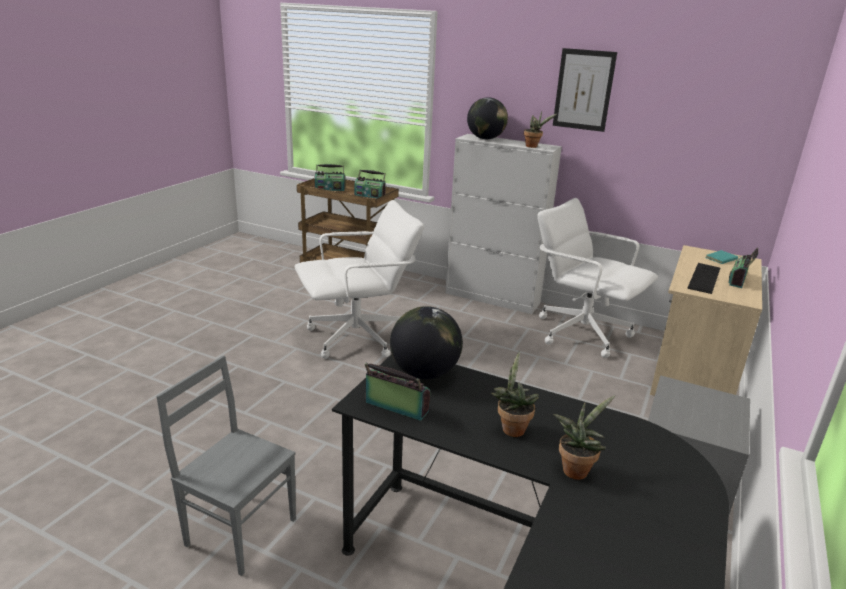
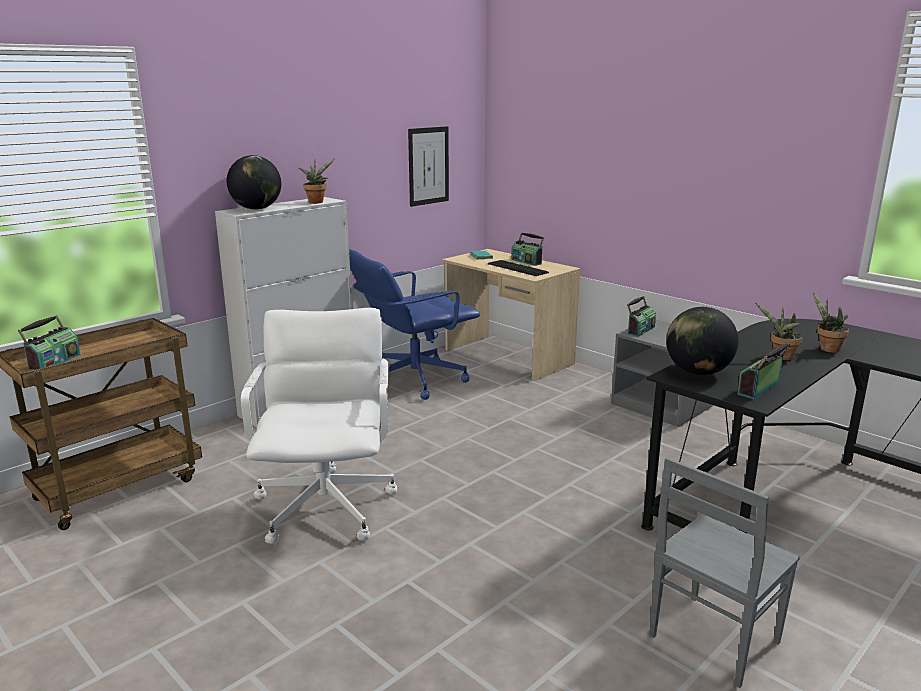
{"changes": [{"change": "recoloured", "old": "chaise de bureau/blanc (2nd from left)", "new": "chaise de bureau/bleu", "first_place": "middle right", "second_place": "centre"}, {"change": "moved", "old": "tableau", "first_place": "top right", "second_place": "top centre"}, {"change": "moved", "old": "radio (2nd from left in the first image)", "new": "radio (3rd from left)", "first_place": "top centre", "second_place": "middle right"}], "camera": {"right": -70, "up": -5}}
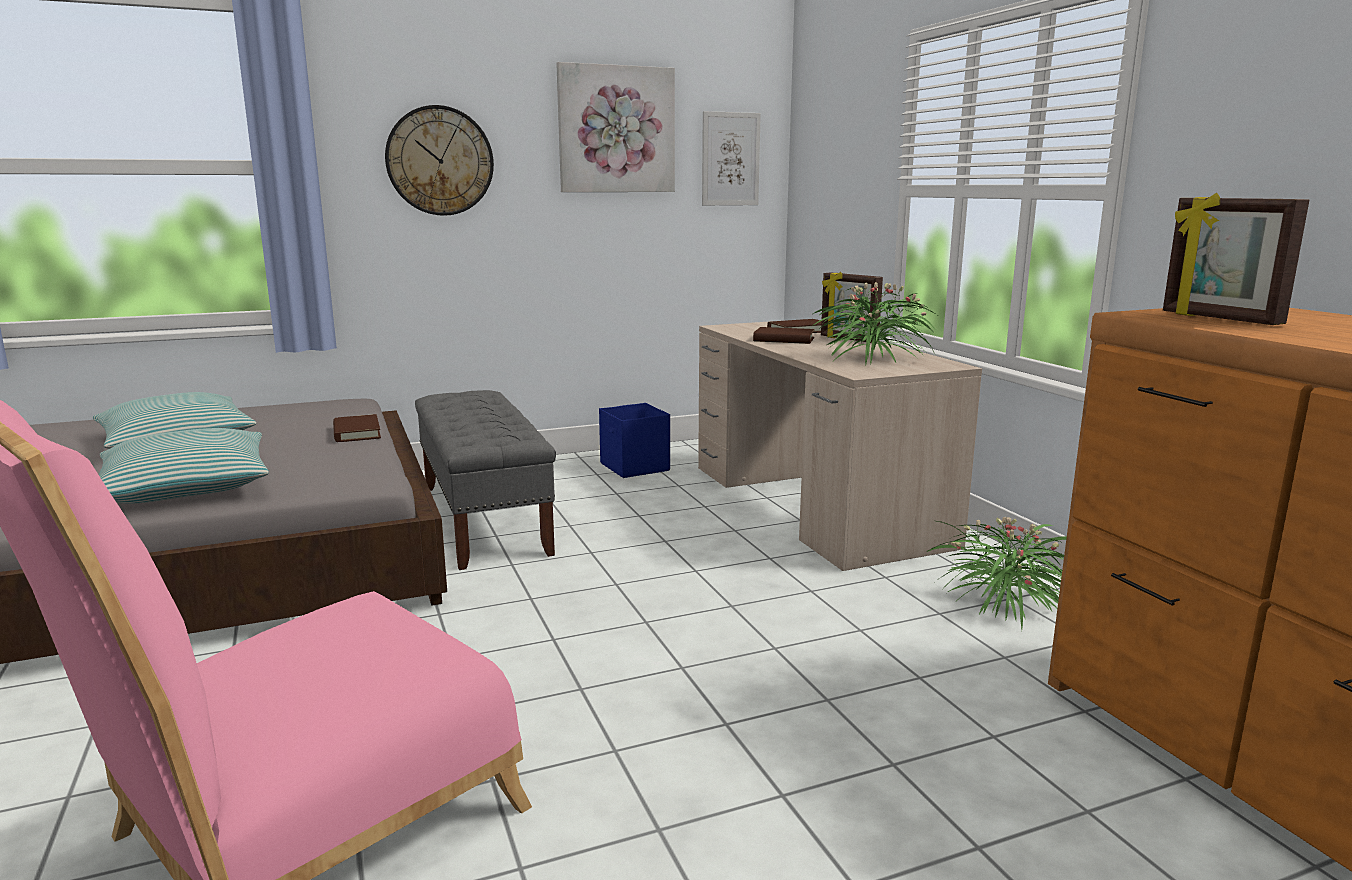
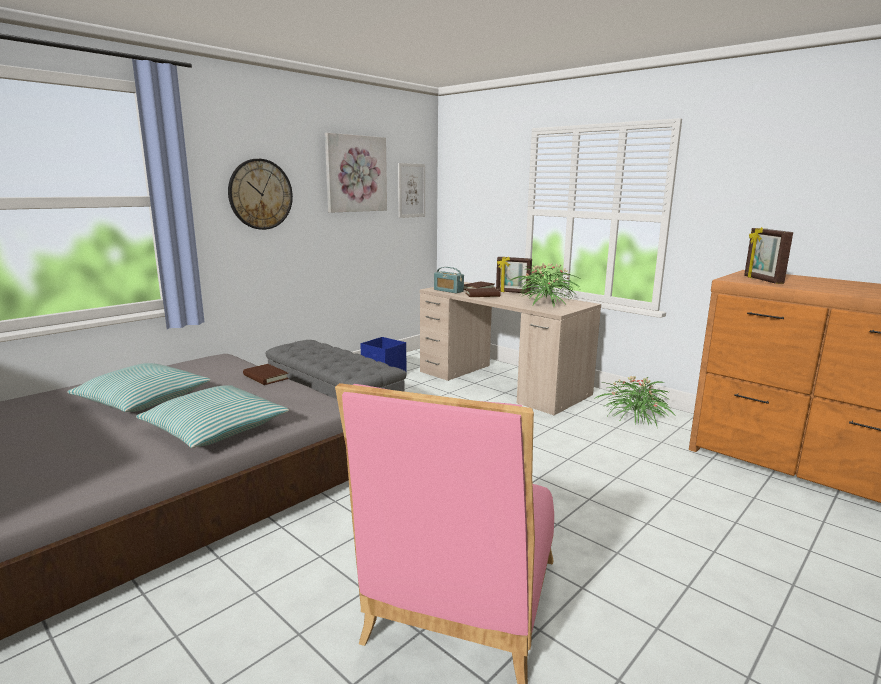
{"changes": [{"change": "added", "new": "radio", "second_place": "centre"}, {"change": "turned", "old": "cadre photo (2nd from left)", "first_place": "top right", "second_place": "middle right", "degrees": 45}], "camera": {"right": -25, "up": 0}}
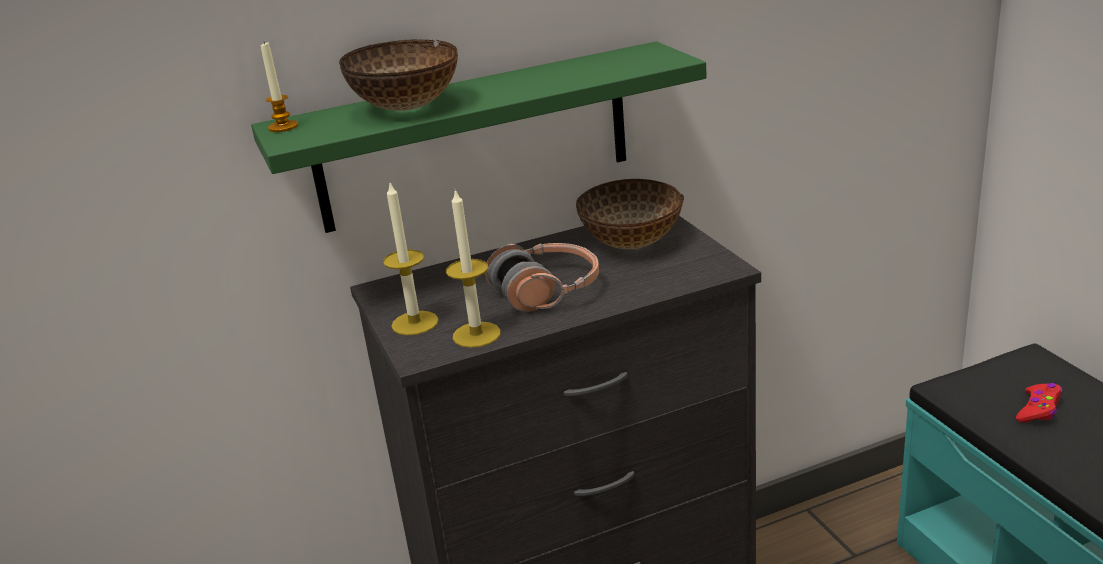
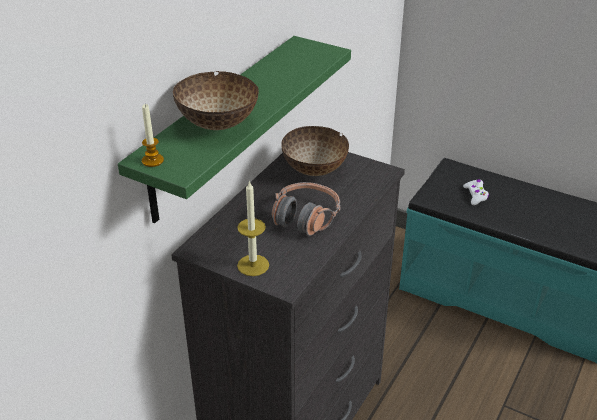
{"changes": [{"change": "recoloured", "old": "manette/rouge", "new": "manette/blanc", "first_place": "bottom right", "second_place": "middle right"}, {"change": "removed", "old": "bougie (3rd from left)", "first_place": "centre"}], "camera": {"right": -40, "up": 10}}
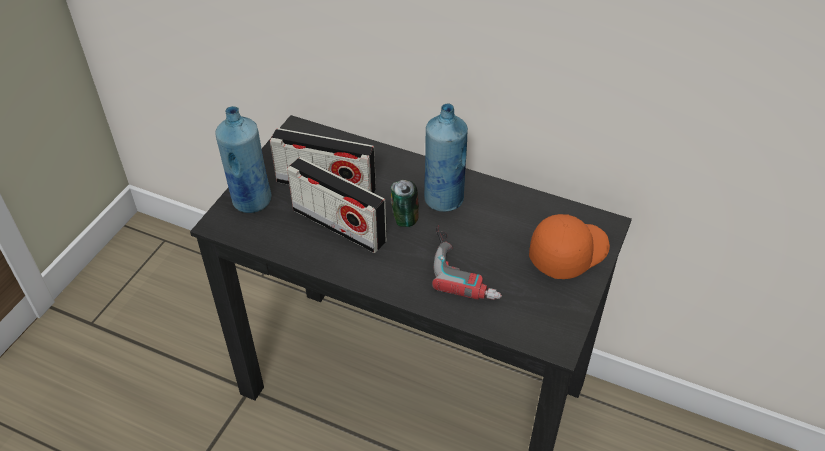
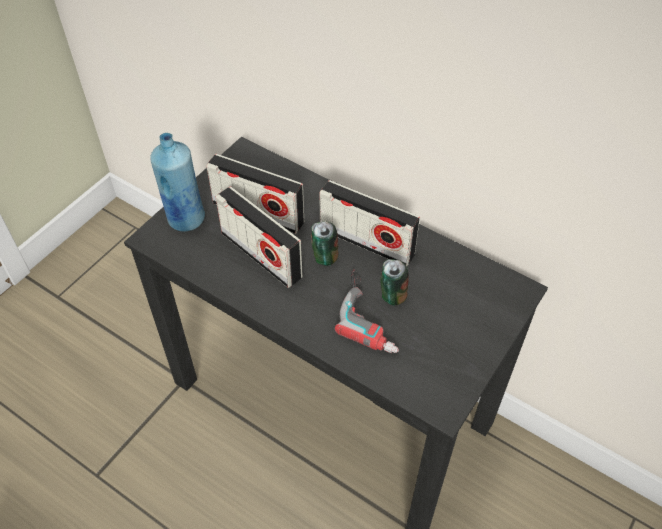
{"changes": [{"change": "replaced", "old": "bouteille/bleu (2nd from left)", "new": "radio (3rd from left)", "first_place": "centre", "second_place": "centre"}, {"change": "added", "new": "boîte métallique (2nd from left)", "second_place": "centre"}, {"change": "removed", "old": "casquette/orange", "first_place": "middle right"}], "camera": {"right": 10, "up": 5}}
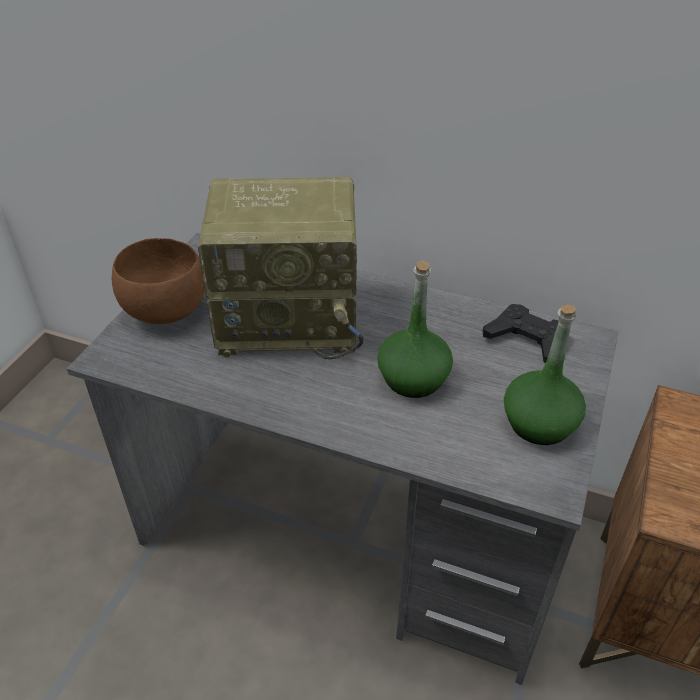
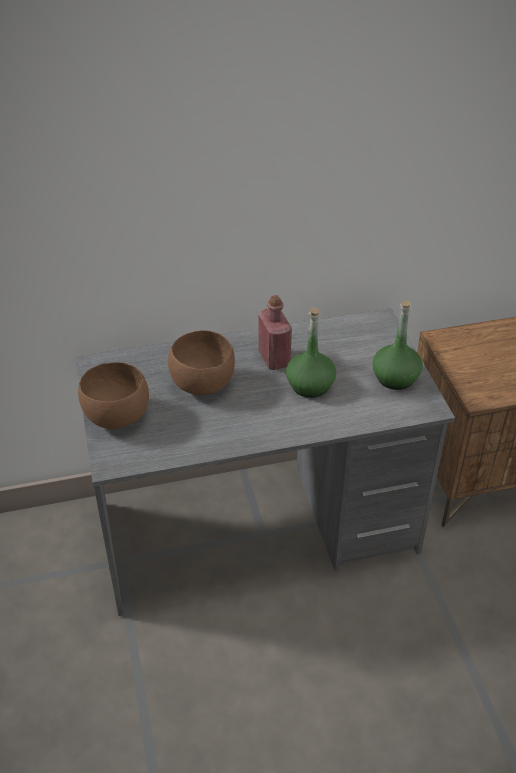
{"changes": [{"change": "replaced", "old": "radio", "new": "bol/marron (2nd from left)", "first_place": "centre", "second_place": "centre"}, {"change": "added", "new": "bouteille/rouge", "second_place": "centre"}, {"change": "removed", "old": "manette/noir", "first_place": "middle right"}], "camera": {"right": -35, "up": 0}}
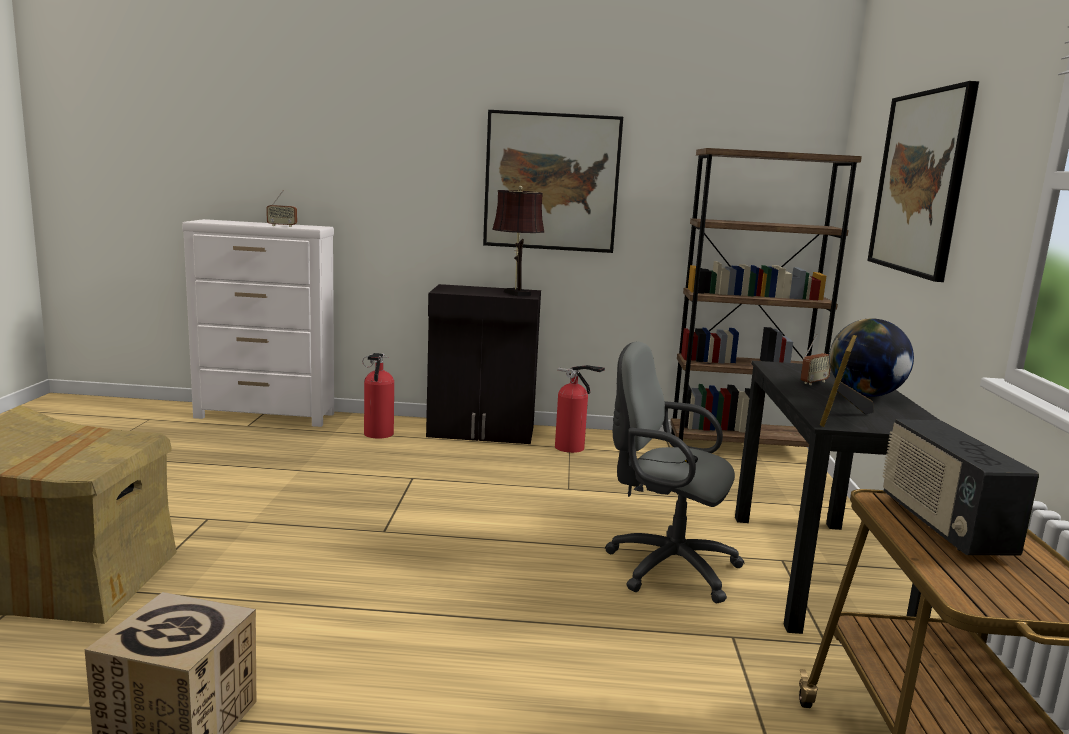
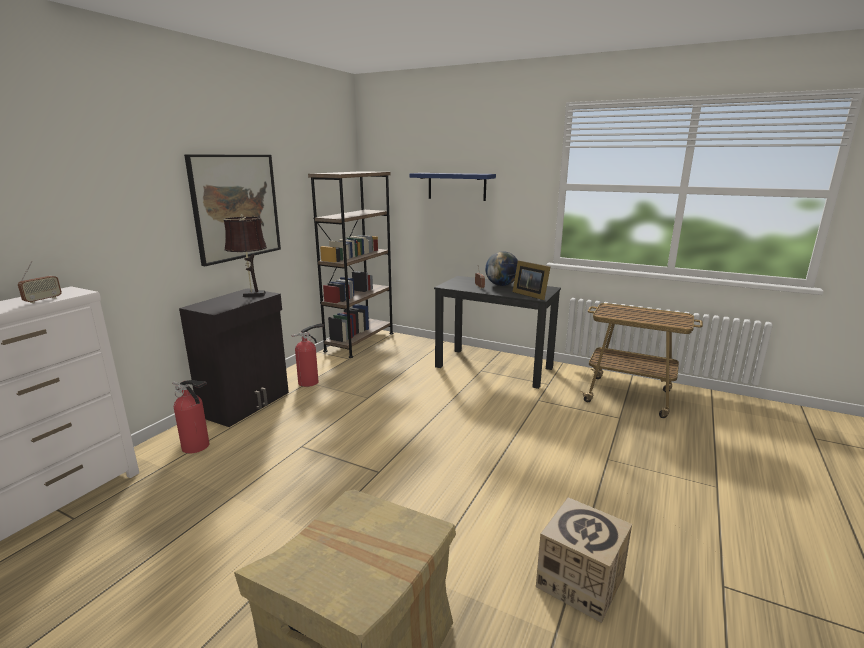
{"changes": [{"change": "replaced", "old": "tableau (2nd from left)", "new": "étagère/bleu", "first_place": "top right", "second_place": "top centre"}, {"change": "removed", "old": "chaise de bureau/gris", "first_place": "centre"}, {"change": "removed", "old": "radio (3rd from left)", "first_place": "middle right"}], "camera": {"right": -65, "up": 5}}
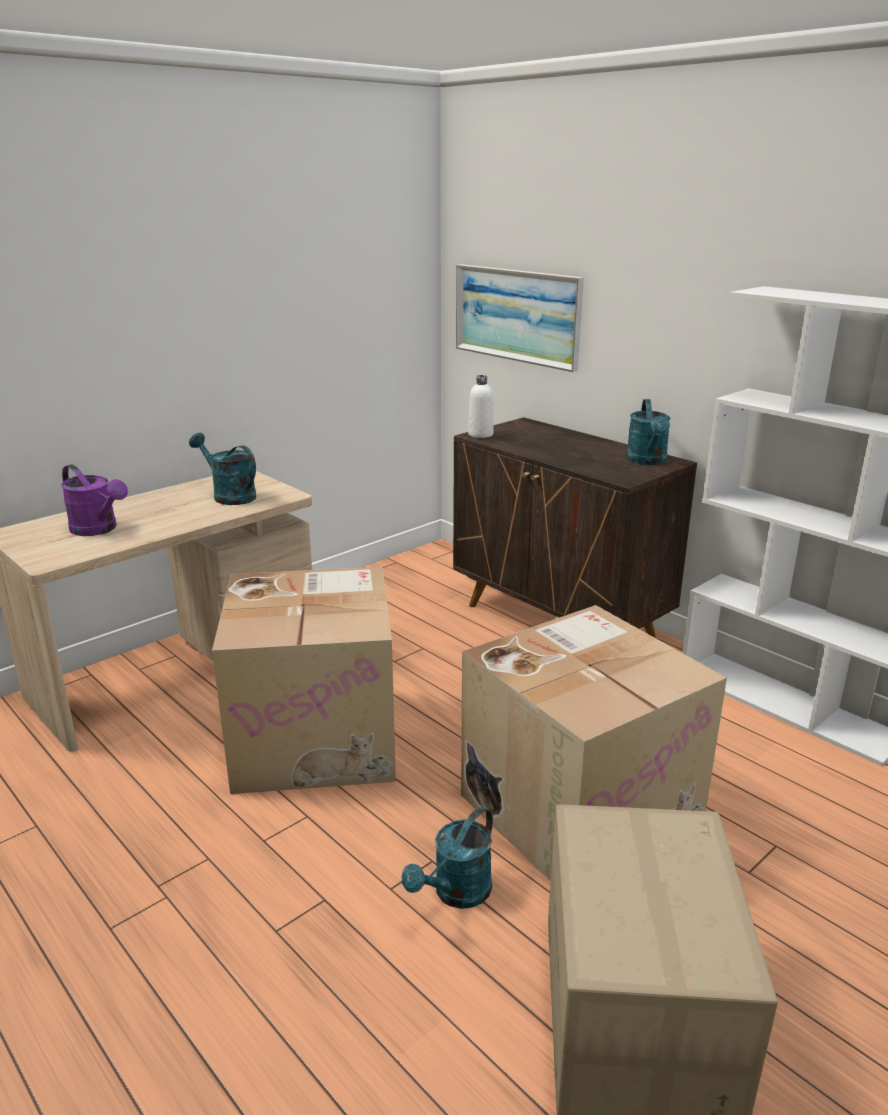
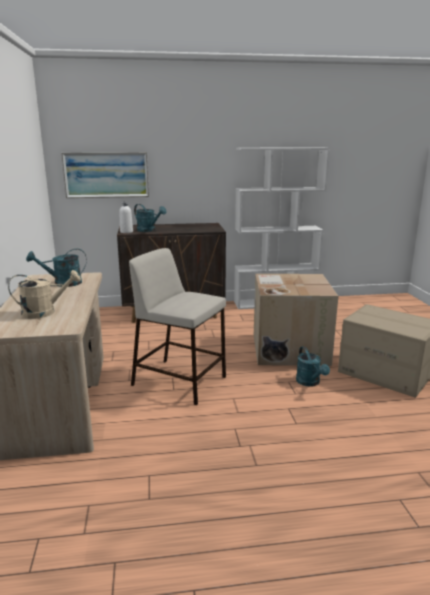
{"changes": [{"change": "recoloured", "old": "arrosoir/violet", "new": "arrosoir/beige", "first_place": "middle left", "second_place": "middle left"}, {"change": "replaced", "old": "carton (1st from left)", "new": "tabouret/beige", "first_place": "centre", "second_place": "centre"}, {"change": "moved", "old": "arrosoir/turquoise (3rd from left in the first image)", "new": "arrosoir/turquoise (2nd from left)", "first_place": "middle right", "second_place": "centre"}], "camera": {"right": -55, "up": -5}}
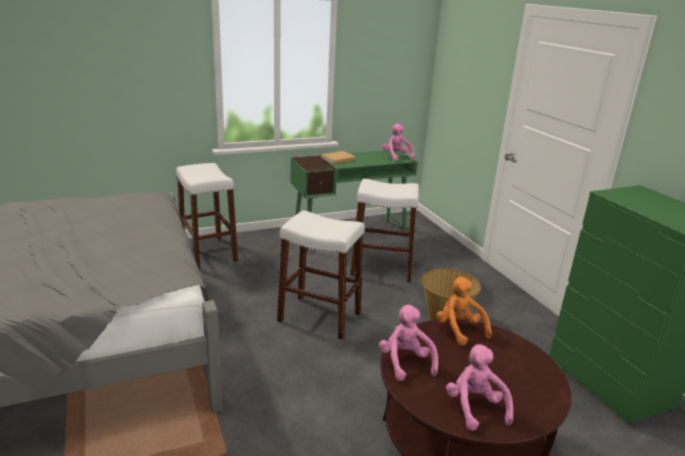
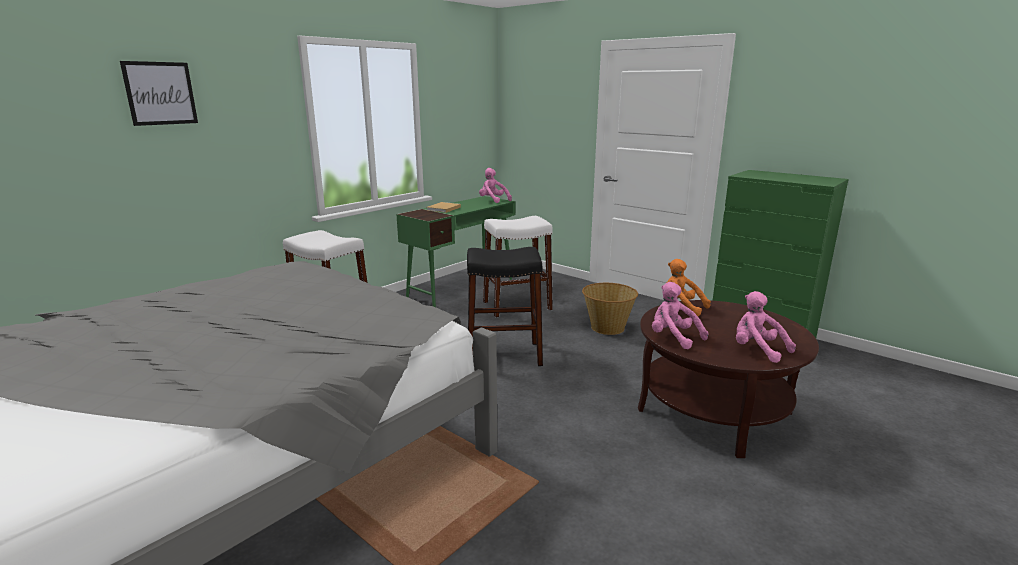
{"changes": [{"change": "added", "new": "tableau", "second_place": "top left"}, {"change": "recoloured", "old": "tabouret/blanc (2nd from left)", "new": "tabouret/noir", "first_place": "centre", "second_place": "centre"}], "camera": {"right": -25, "up": -5}}
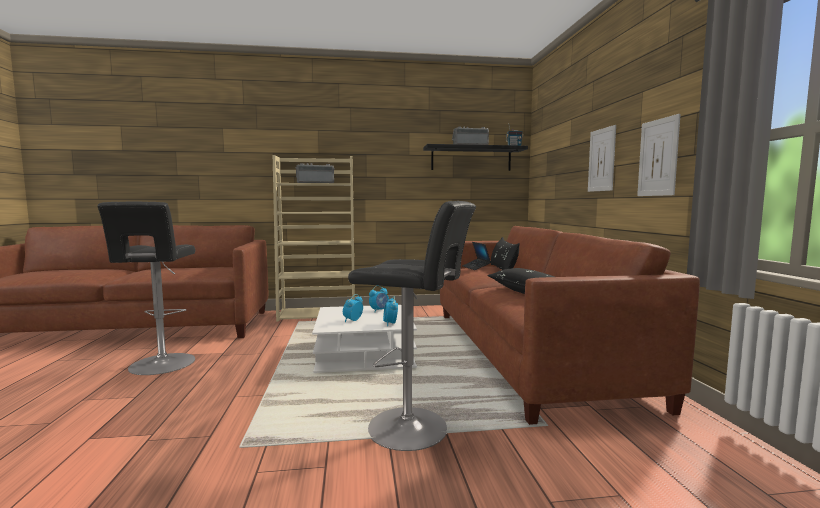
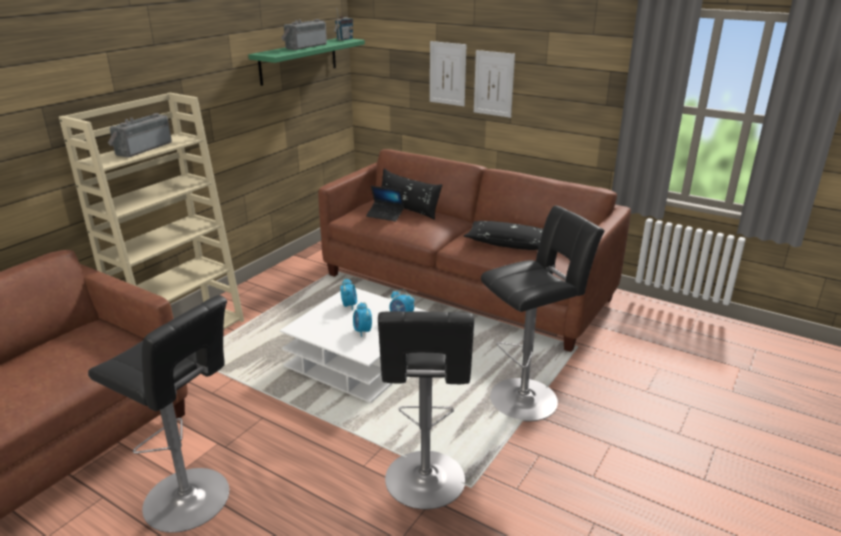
{"changes": [{"change": "recoloured", "old": "étagère/noir", "new": "étagère/vert", "first_place": "top centre", "second_place": "top centre"}, {"change": "added", "new": "tabouret/noir (2nd from left)", "second_place": "bottom centre"}, {"change": "moved", "old": "tableau (2nd from left in the first image)", "new": "tableau (1st from left)", "first_place": "top right", "second_place": "top centre"}], "camera": {"right": -50, "up": 20}}
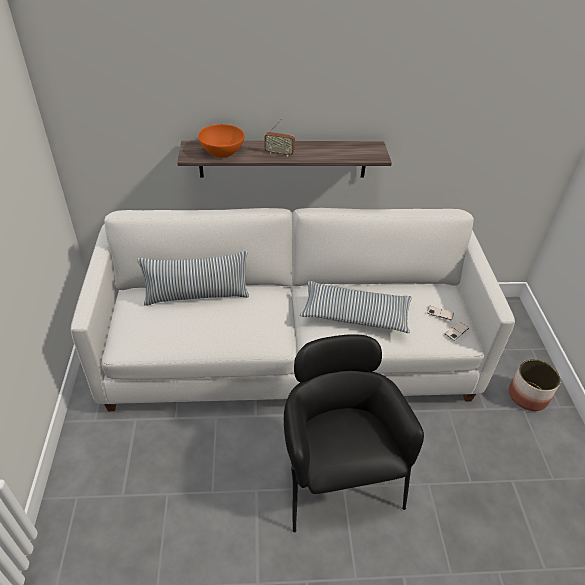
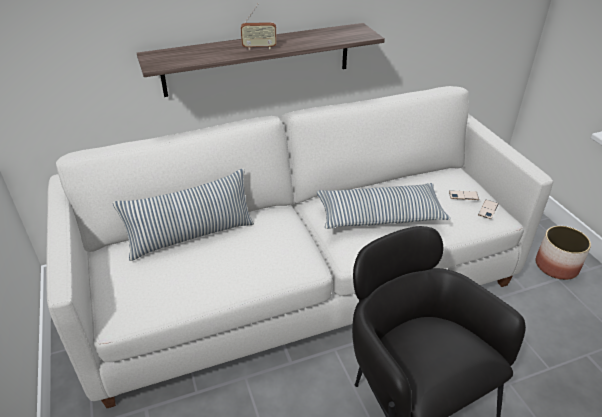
{"changes": [{"change": "removed", "old": "bol/orange", "first_place": "top centre"}], "camera": {"right": -15, "up": -5}}
